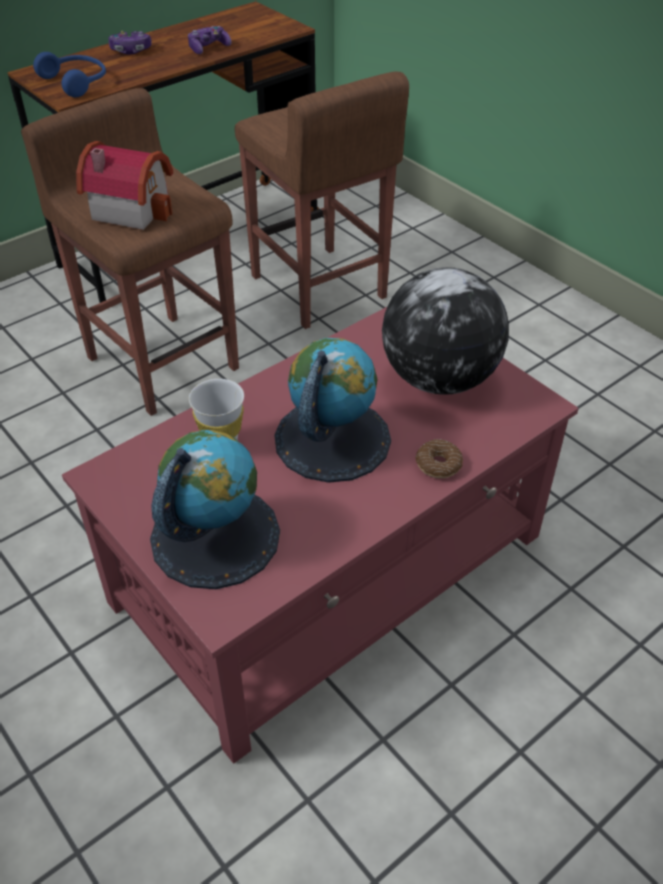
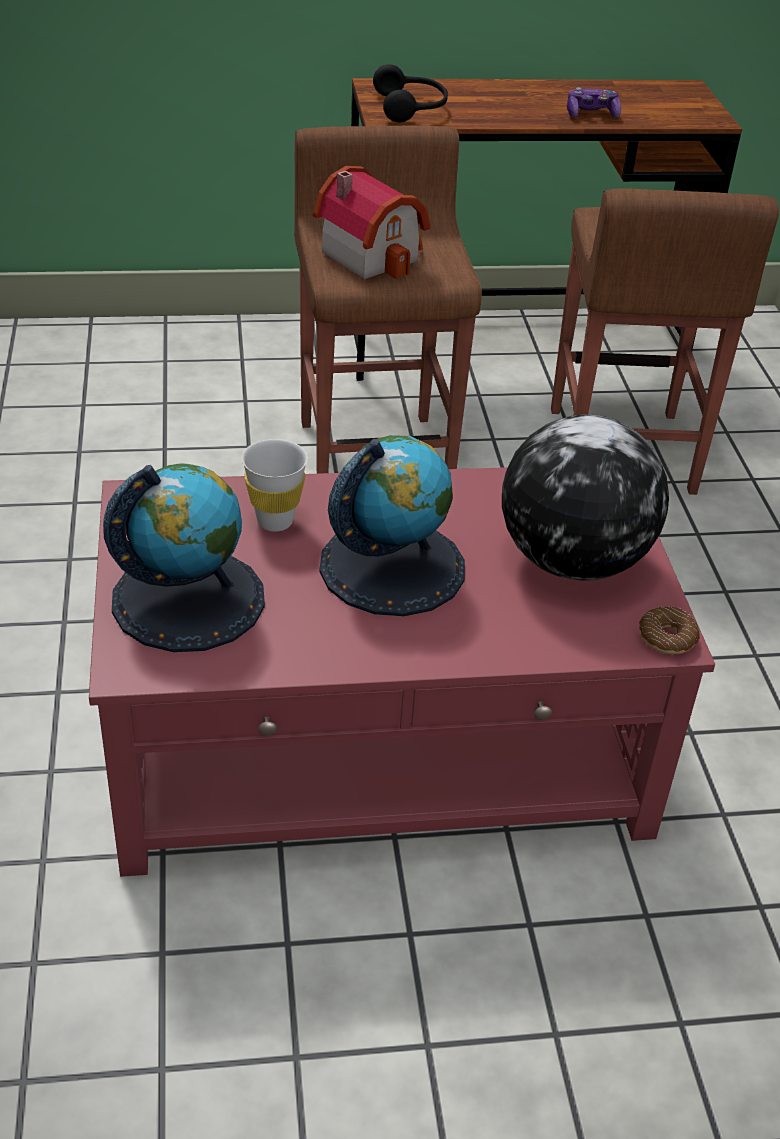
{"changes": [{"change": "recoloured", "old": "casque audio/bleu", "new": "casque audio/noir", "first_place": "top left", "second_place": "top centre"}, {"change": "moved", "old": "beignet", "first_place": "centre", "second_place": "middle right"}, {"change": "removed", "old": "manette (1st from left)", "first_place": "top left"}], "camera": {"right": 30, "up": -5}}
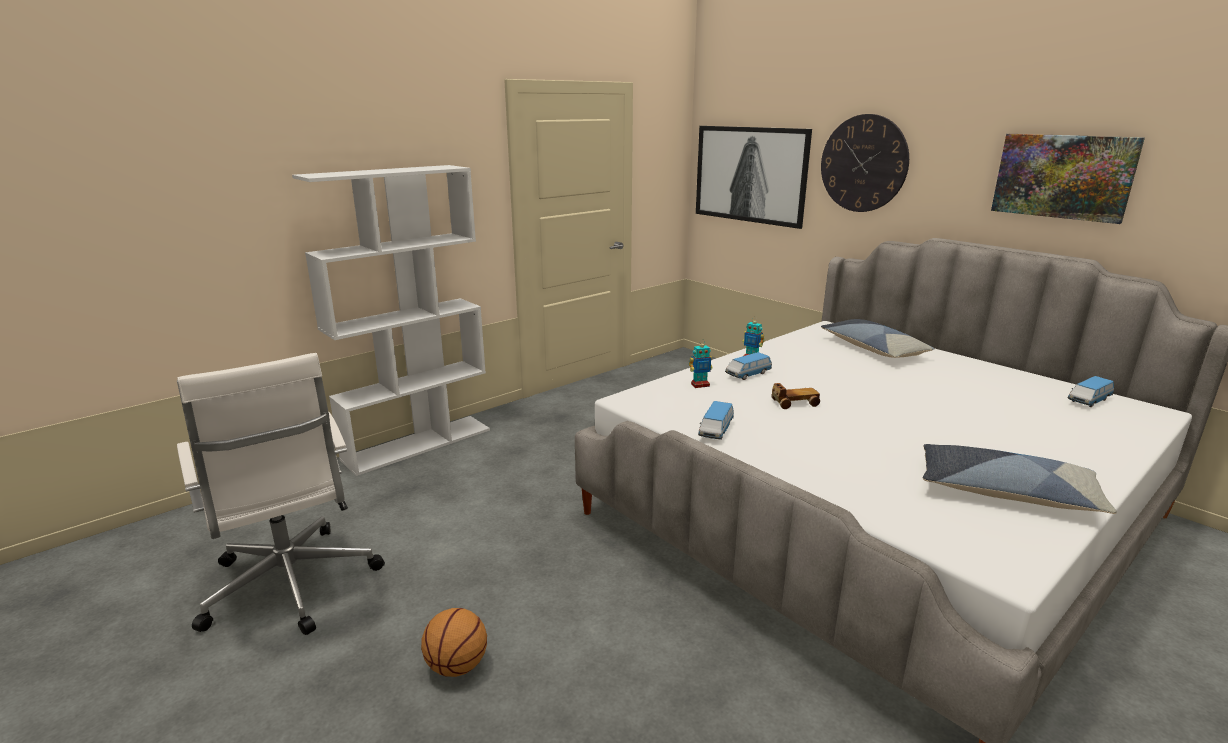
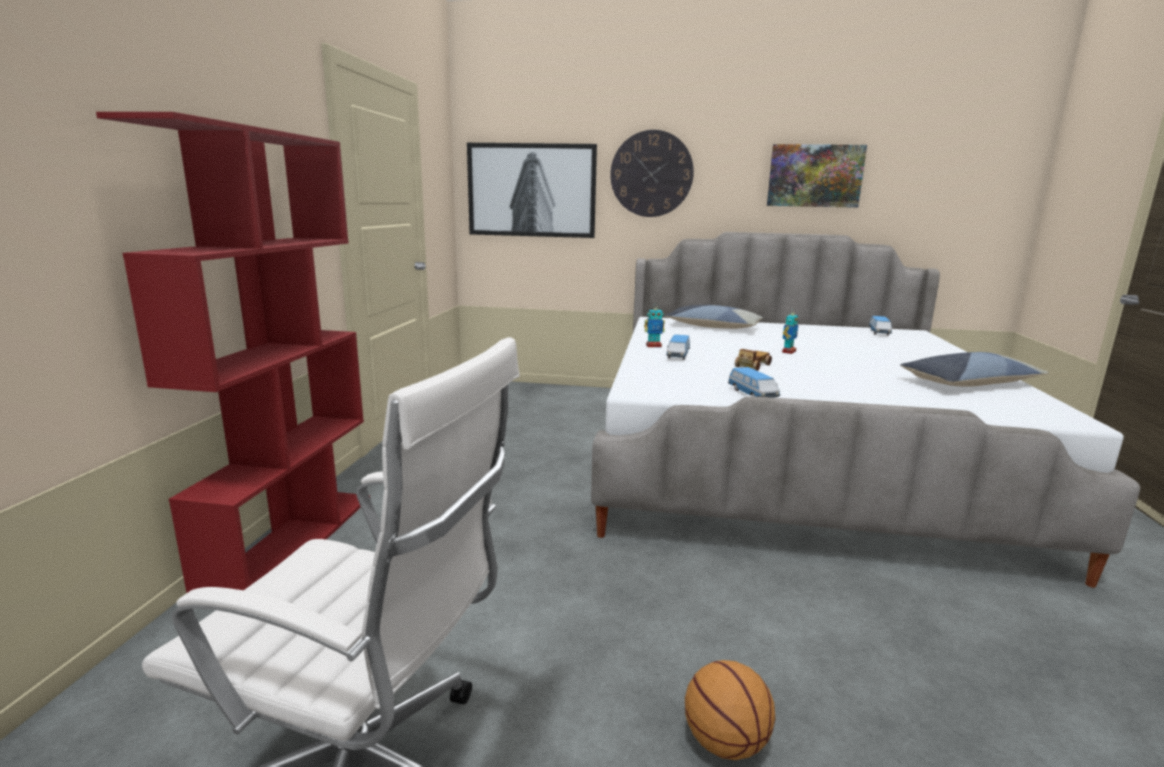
{"changes": [{"change": "recoloured", "old": "bibliothèque/blanc", "new": "bibliothèque/rouge", "first_place": "middle left", "second_place": "middle left"}, {"change": "moved", "old": "robot jouet (1st from left in the first image)", "new": "robot jouet (2nd from left)", "first_place": "centre", "second_place": "middle right"}], "camera": {"right": -40, "up": -5}}
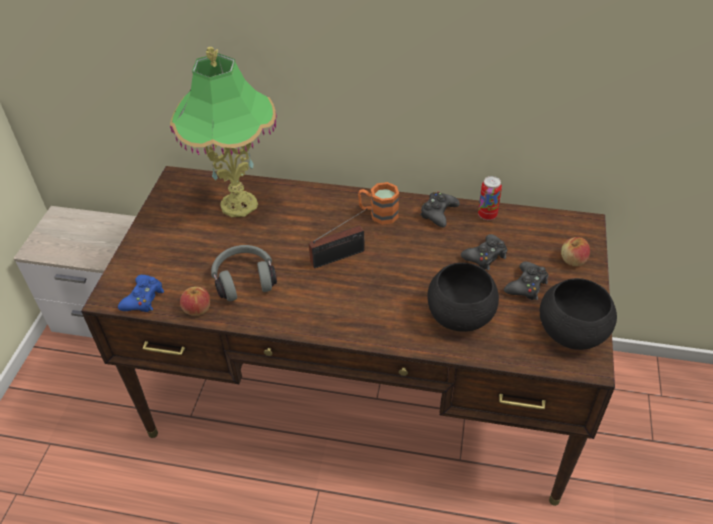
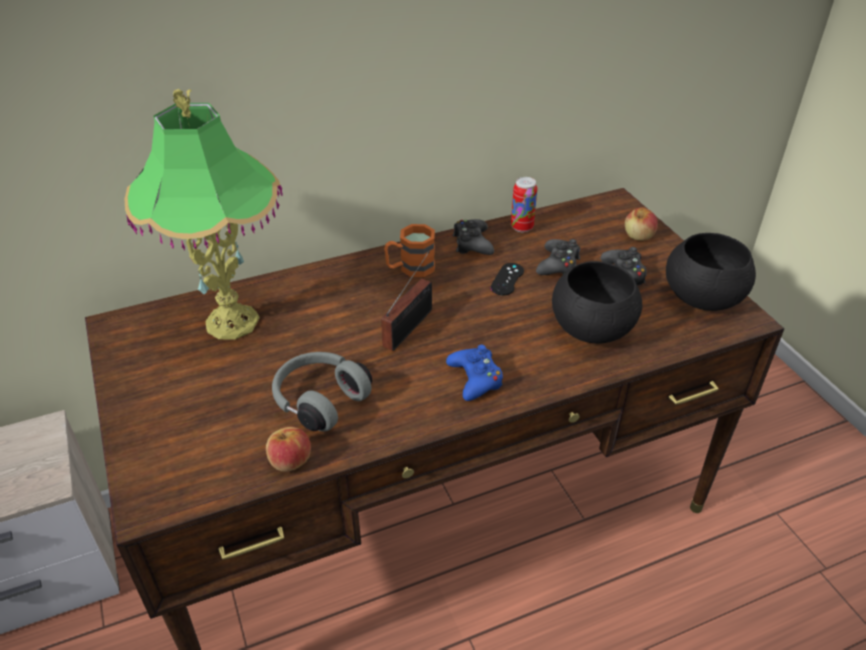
{"changes": [{"change": "moved", "old": "manette/bleu", "first_place": "middle left", "second_place": "centre"}, {"change": "added", "new": "manette/noir (2nd from left)", "second_place": "centre"}], "camera": {"right": -35, "up": -5}}
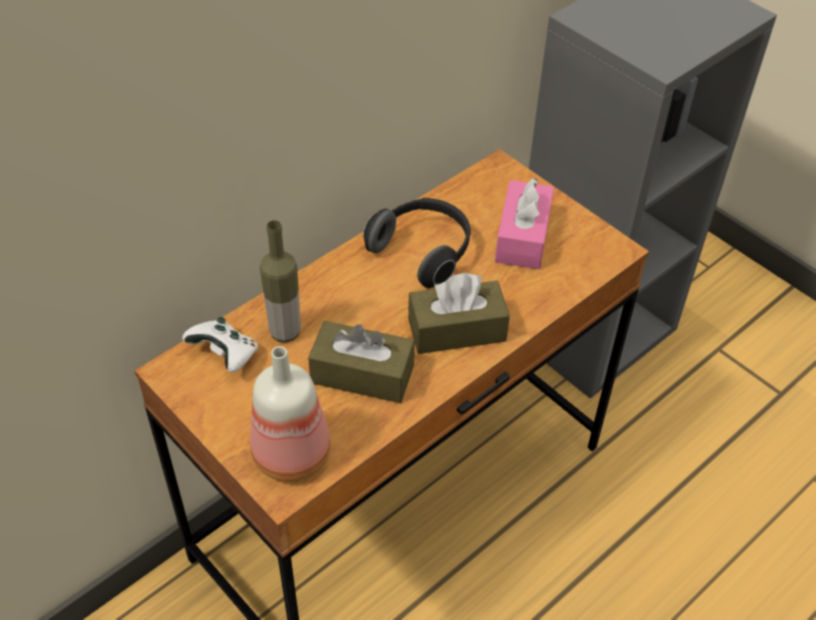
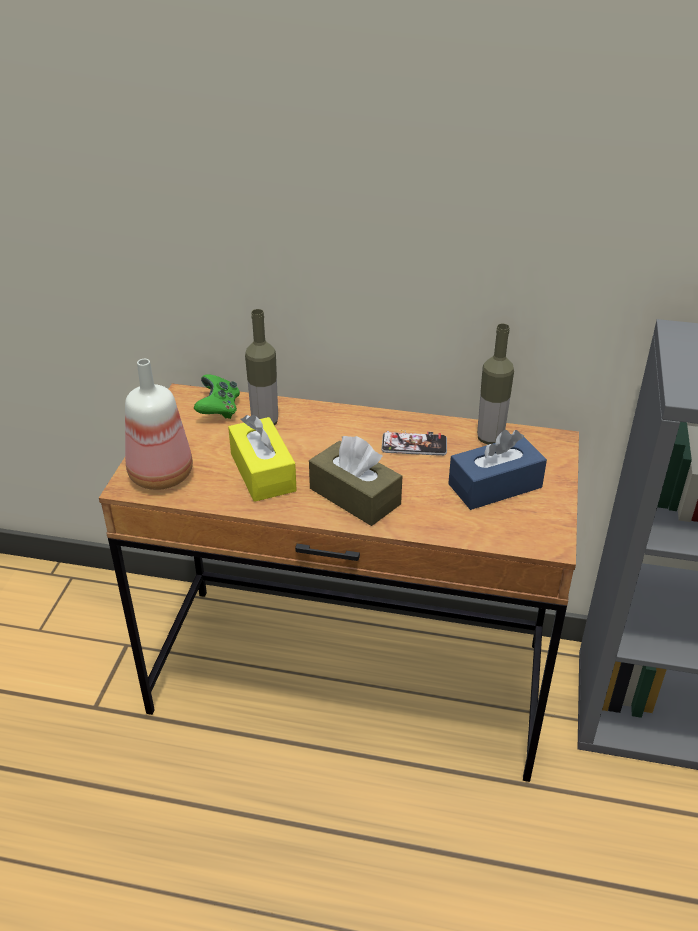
{"changes": [{"change": "recoloured", "old": "manette/blanc", "new": "manette/vert", "first_place": "middle left", "second_place": "middle left"}, {"change": "recoloured", "old": "boîte à mouchoirs/marron (1st from left)", "new": "boîte à mouchoirs/jaune", "first_place": "centre", "second_place": "centre"}, {"change": "replaced", "old": "casque audio", "new": "téléphone", "first_place": "centre", "second_place": "centre"}, {"change": "recoloured", "old": "boîte à mouchoirs/rose", "new": "boîte à mouchoirs/bleu", "first_place": "centre", "second_place": "middle right"}, {"change": "added", "new": "bouteille (3rd from left)", "second_place": "middle right"}], "camera": {"right": 55, "up": -10}}
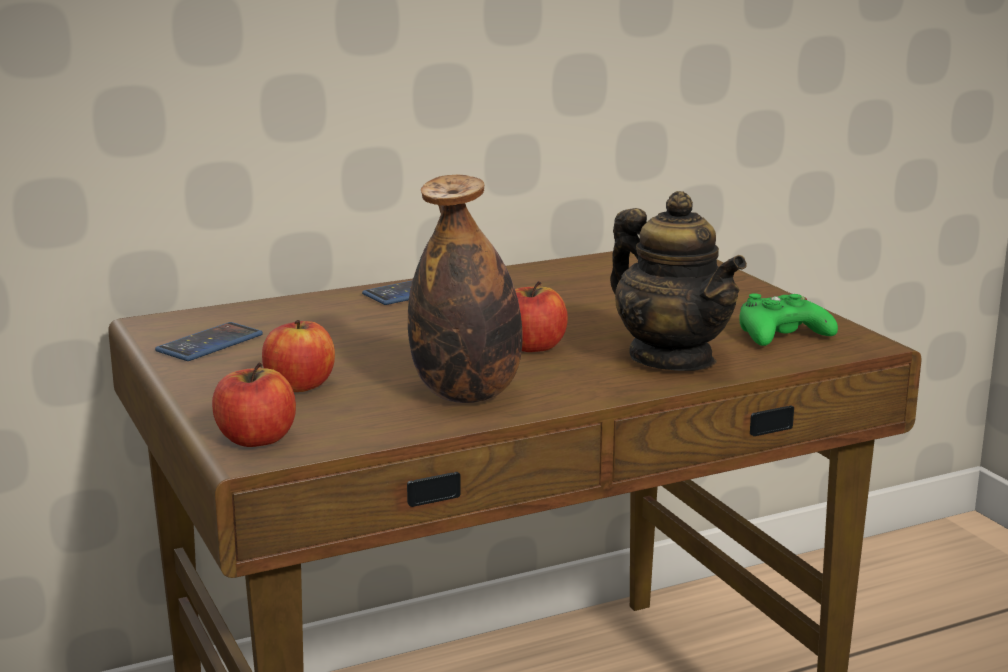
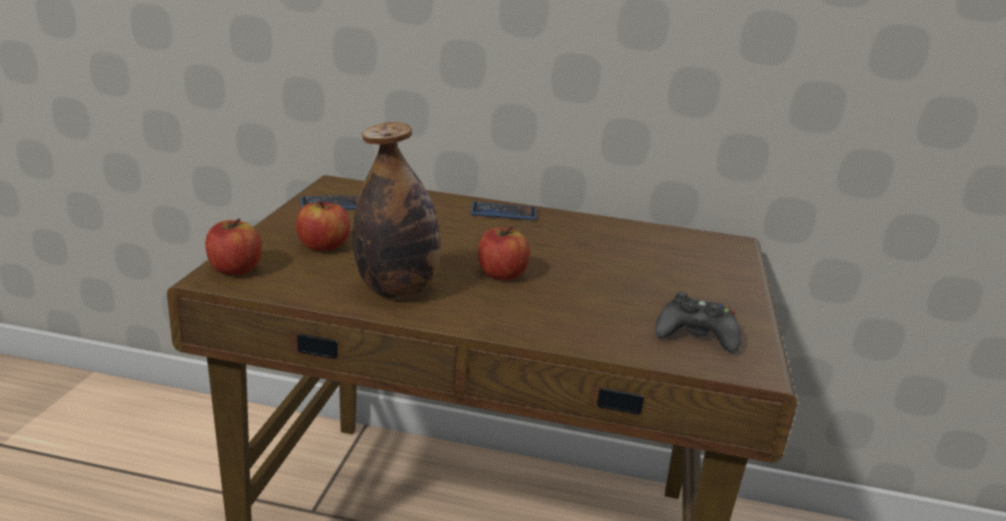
{"changes": [{"change": "recoloured", "old": "manette/vert", "new": "manette/noir", "first_place": "middle right", "second_place": "middle right"}, {"change": "removed", "old": "théière", "first_place": "middle right"}], "camera": {"right": 35, "up": 5}}
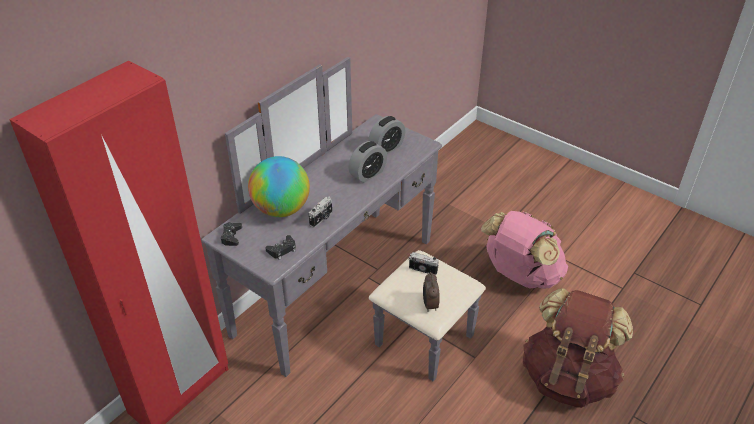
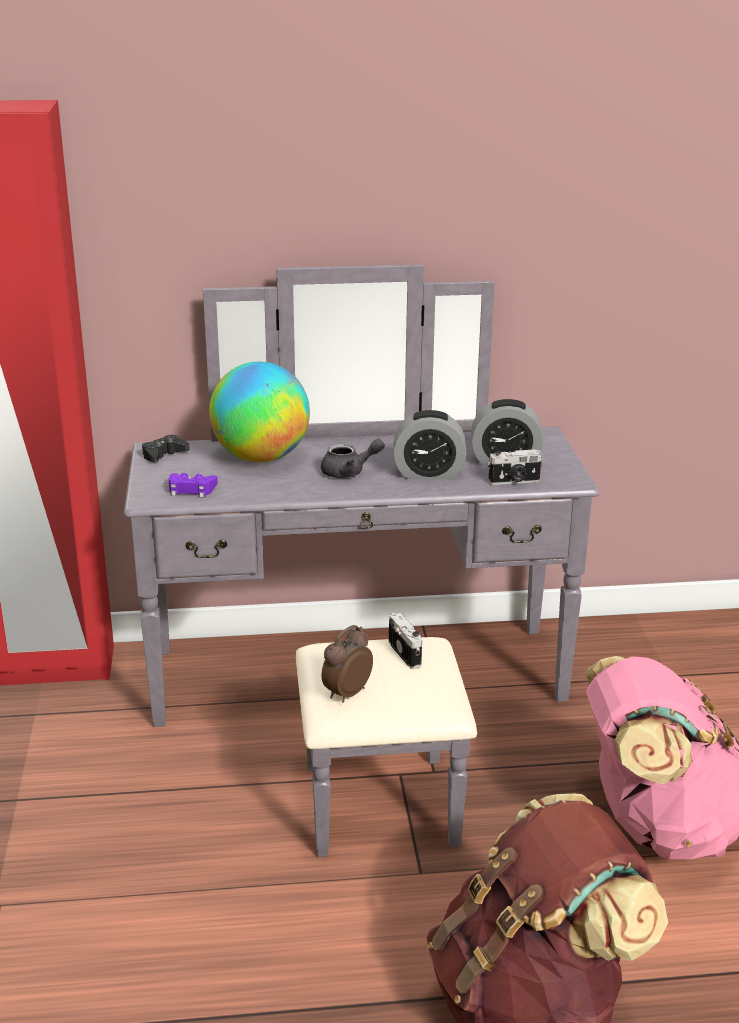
{"changes": [{"change": "recoloured", "old": "manette/noir (2nd from left)", "new": "manette/violet", "first_place": "centre", "second_place": "middle left"}, {"change": "added", "new": "théière/gris", "second_place": "centre"}, {"change": "moved", "old": "appareil photo (1st from left in the first image)", "new": "appareil photo (2nd from left)", "first_place": "centre", "second_place": "middle right"}], "camera": {"right": 45, "up": -15}}
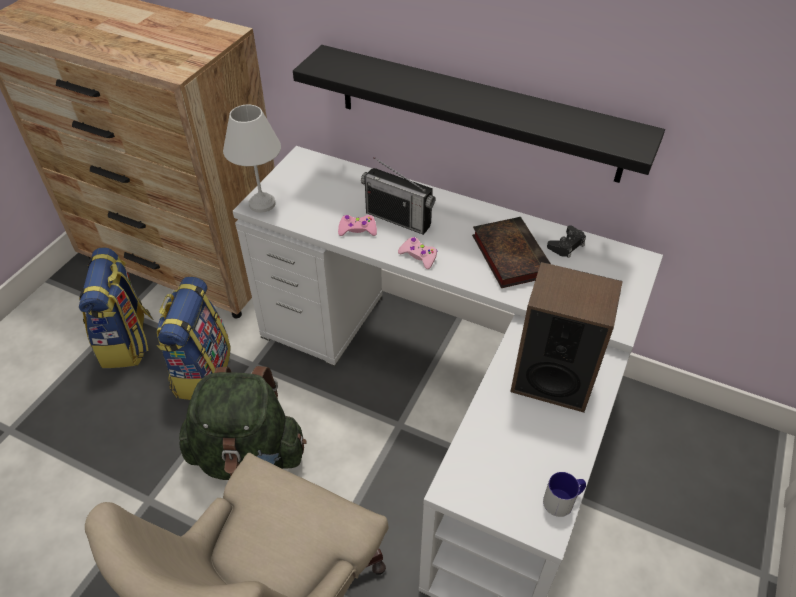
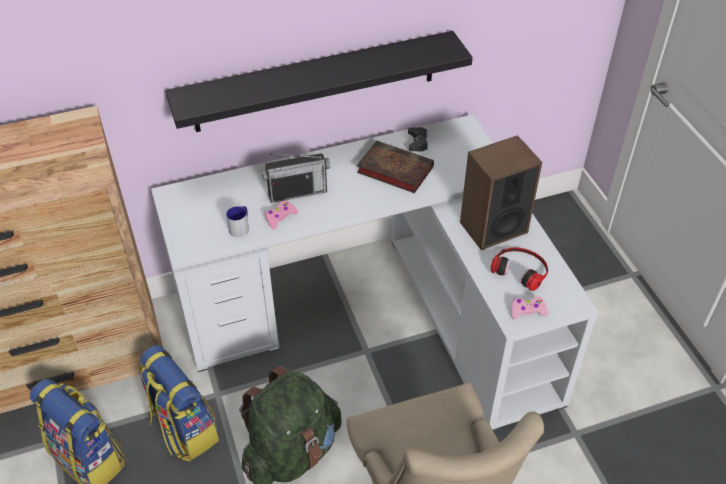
{"changes": [{"change": "moved", "old": "mug", "first_place": "bottom right", "second_place": "middle left"}, {"change": "added", "new": "casque audio", "second_place": "middle right"}, {"change": "moved", "old": "manette/rose (2nd from left)", "first_place": "centre", "second_place": "middle right"}, {"change": "removed", "old": "lampe de table/blanc", "first_place": "top left"}], "camera": {"right": -45, "up": 0}}
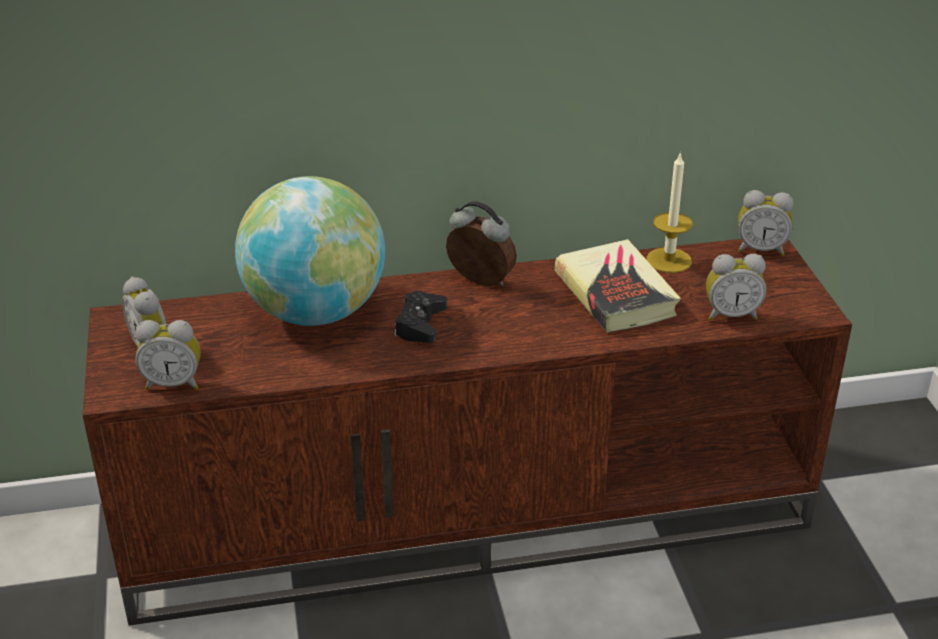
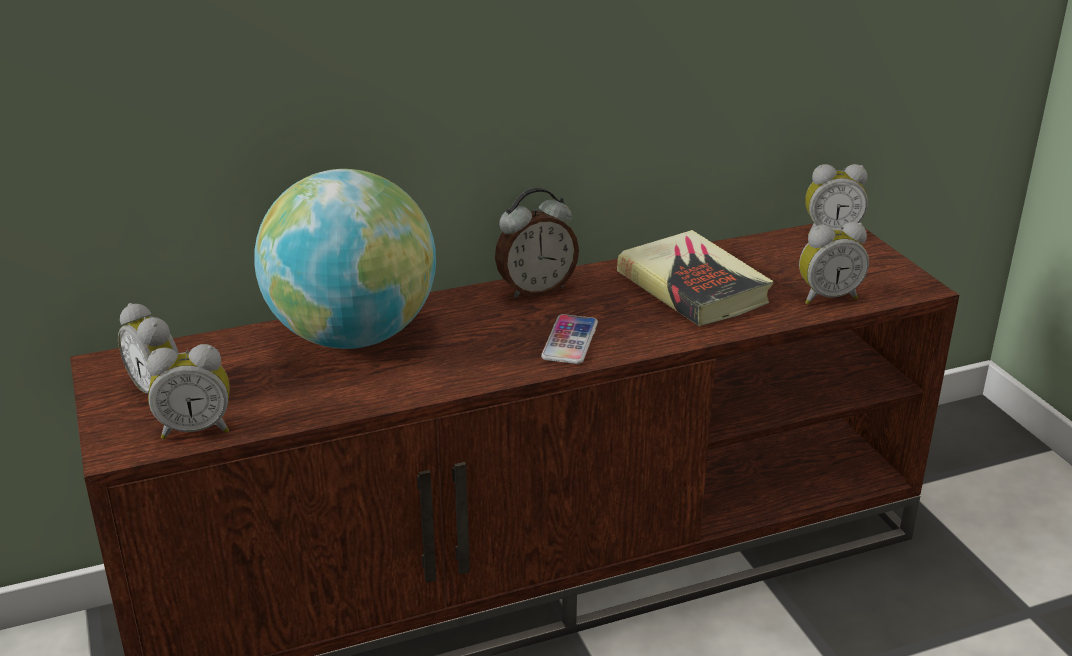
{"changes": [{"change": "turned", "old": "réveil (3rd from left)", "first_place": "centre", "second_place": "centre", "degrees": 135}, {"change": "added", "new": "téléphone", "second_place": "centre"}, {"change": "removed", "old": "manette/noir", "first_place": "centre"}, {"change": "removed", "old": "bougie", "first_place": "top right"}], "camera": {"right": -10, "up": -5}}
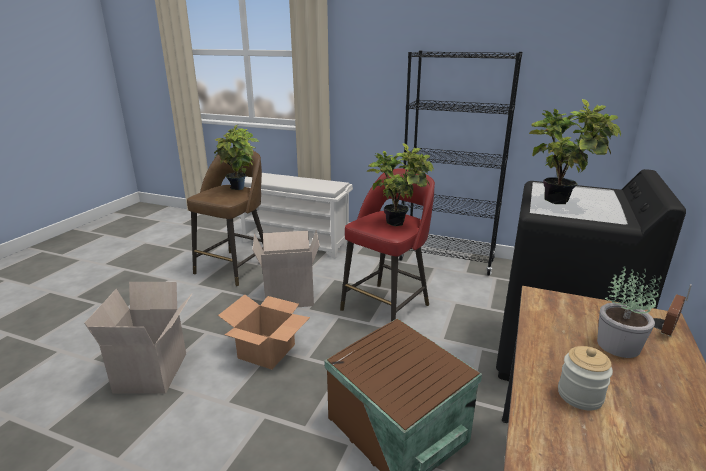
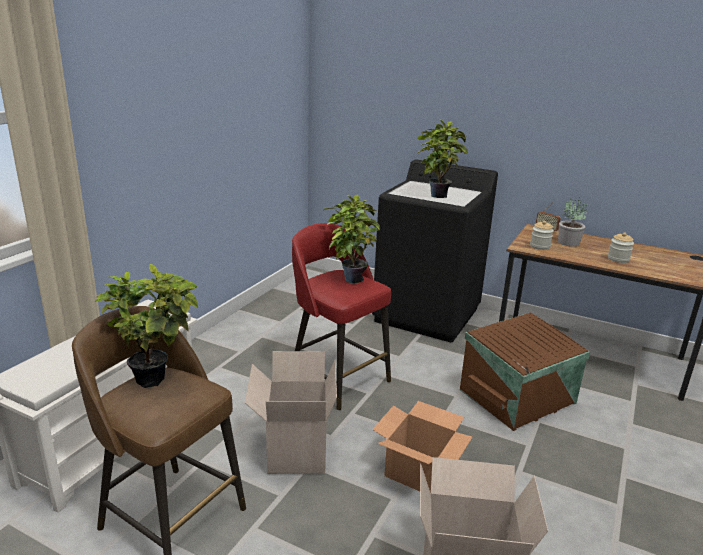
{"changes": [{"change": "added", "new": "bocal (1st from left)", "second_place": "middle right"}, {"change": "removed", "old": "bibliothèque/noir", "first_place": "centre"}], "camera": {"right": -85, "up": 0}}
